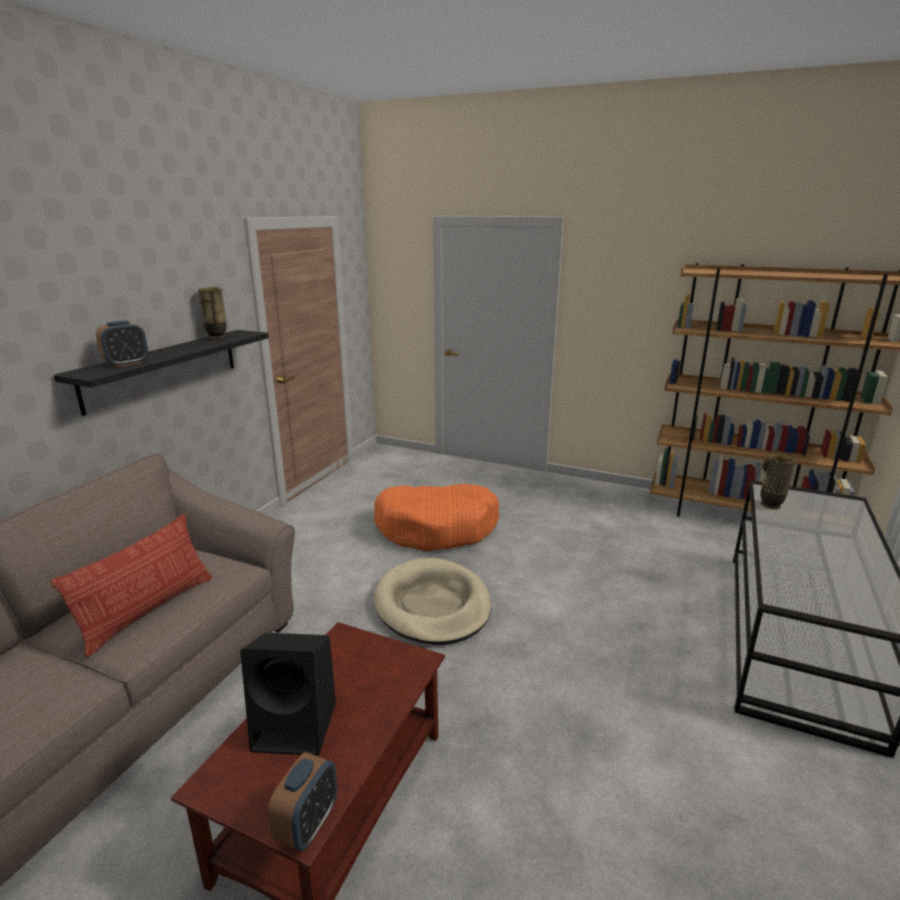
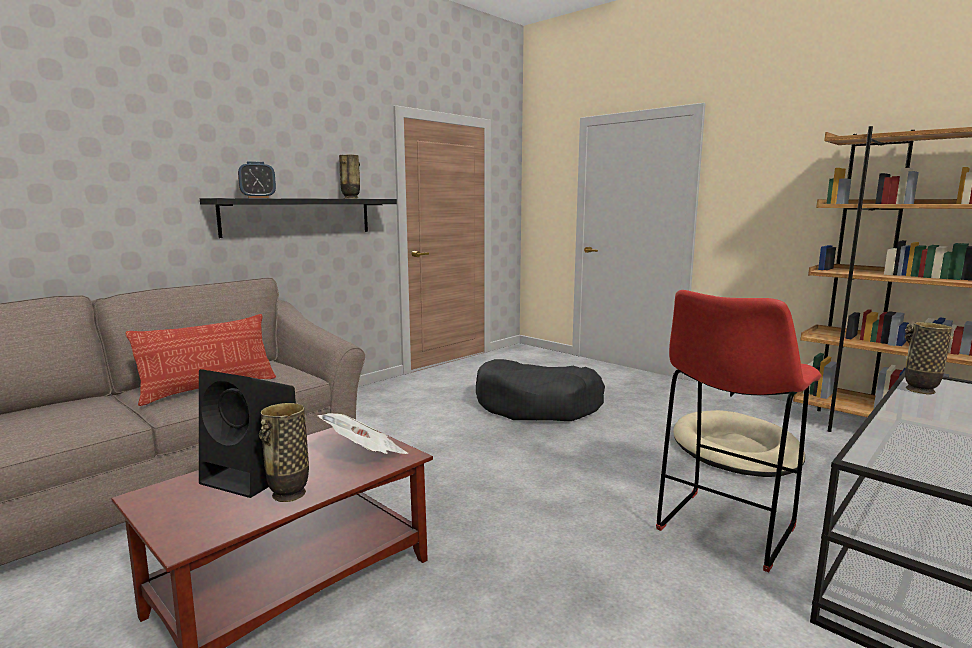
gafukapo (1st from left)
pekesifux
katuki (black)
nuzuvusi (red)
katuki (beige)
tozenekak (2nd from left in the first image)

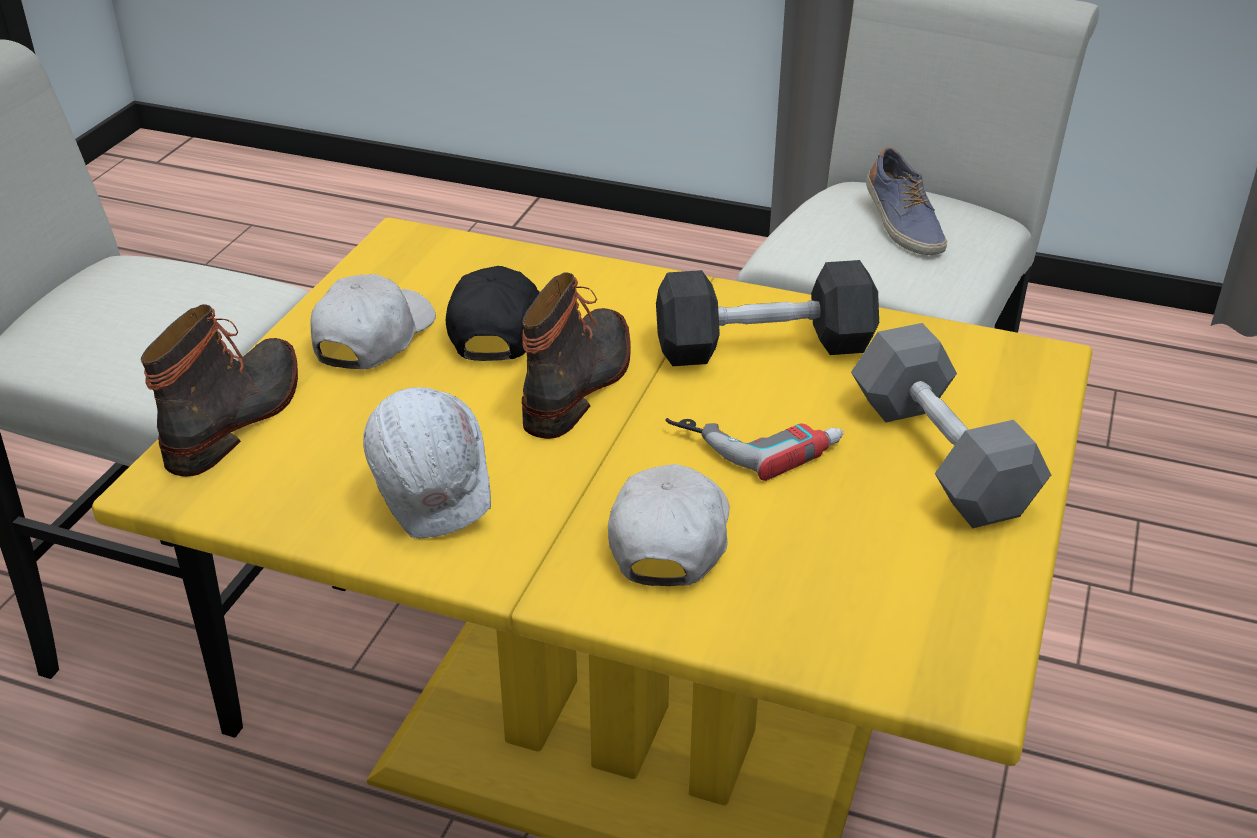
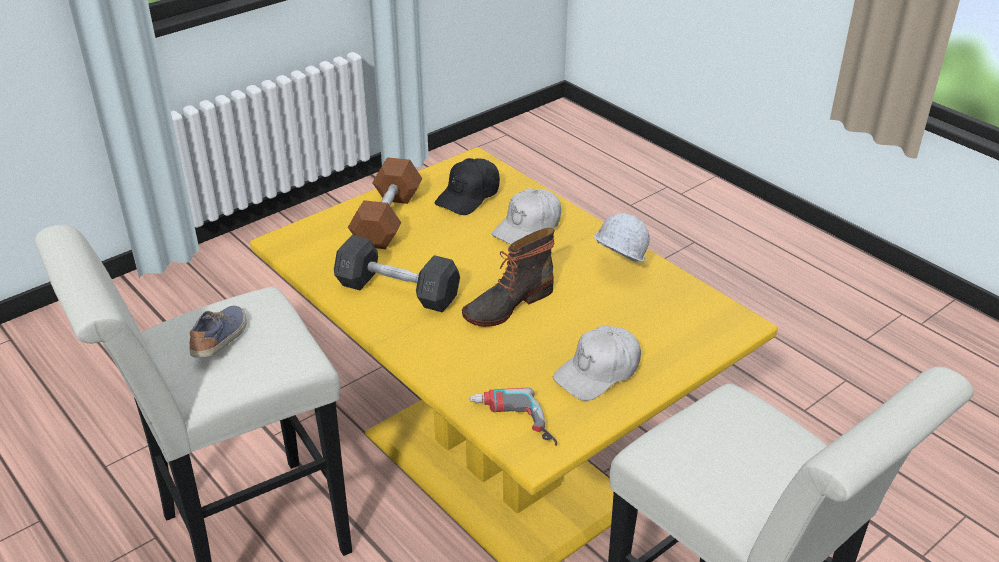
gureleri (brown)
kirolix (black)
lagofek
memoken (1st from left in the first image)

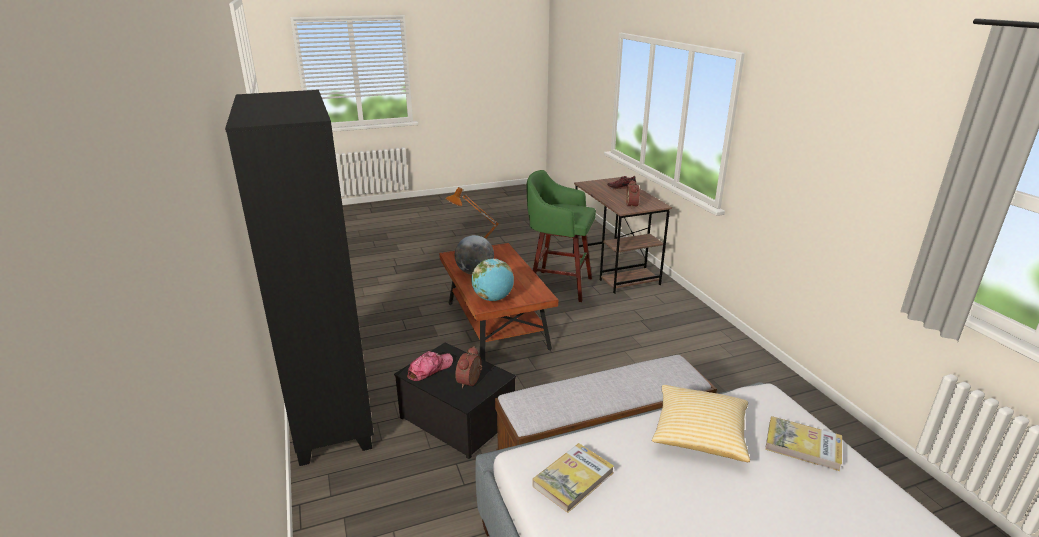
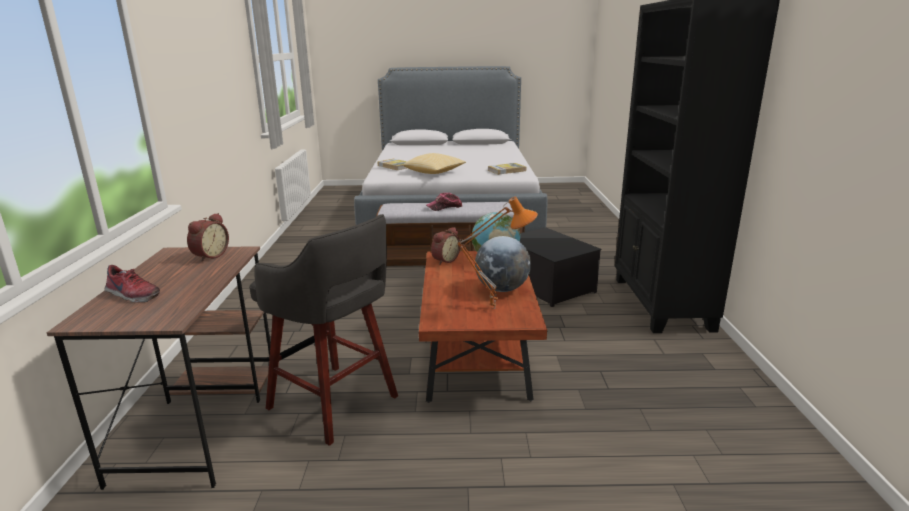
nuzuvusi (grey)
kirolix
tozenekak (2nd from left)

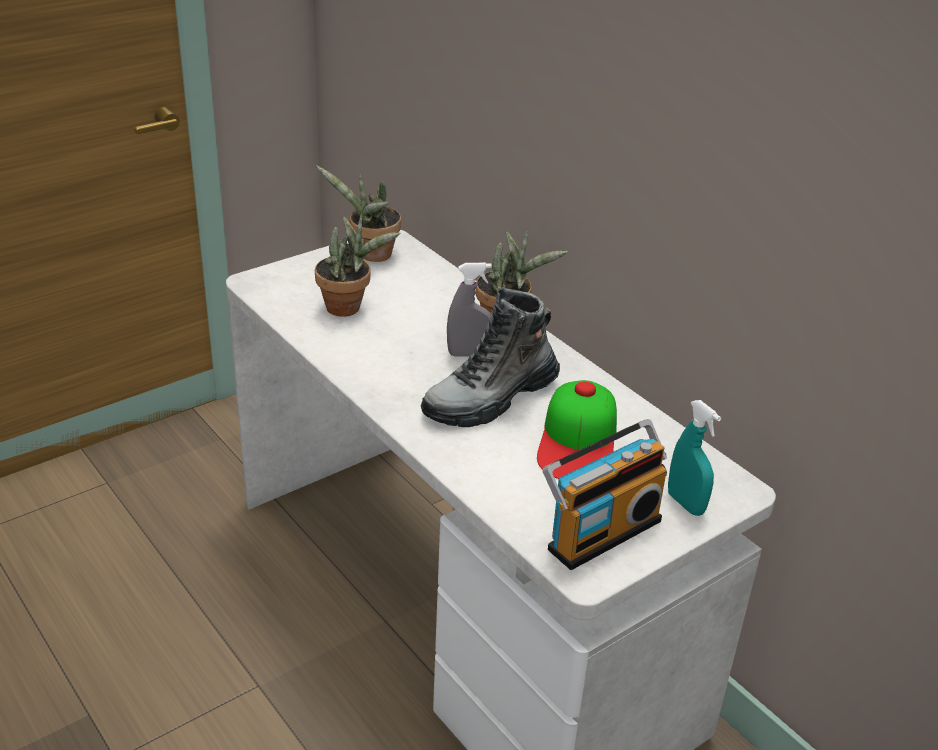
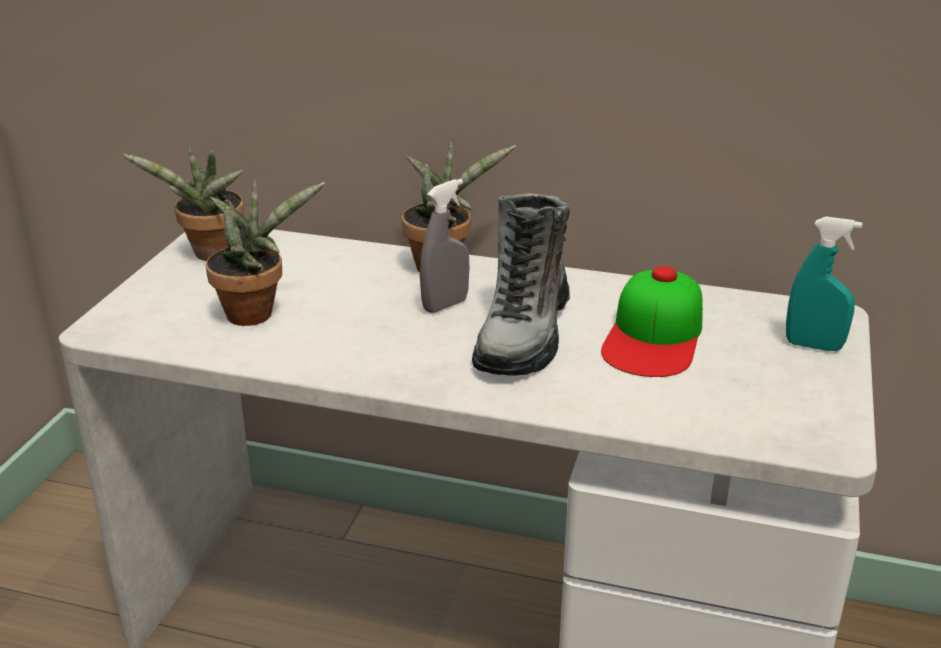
kirolix
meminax

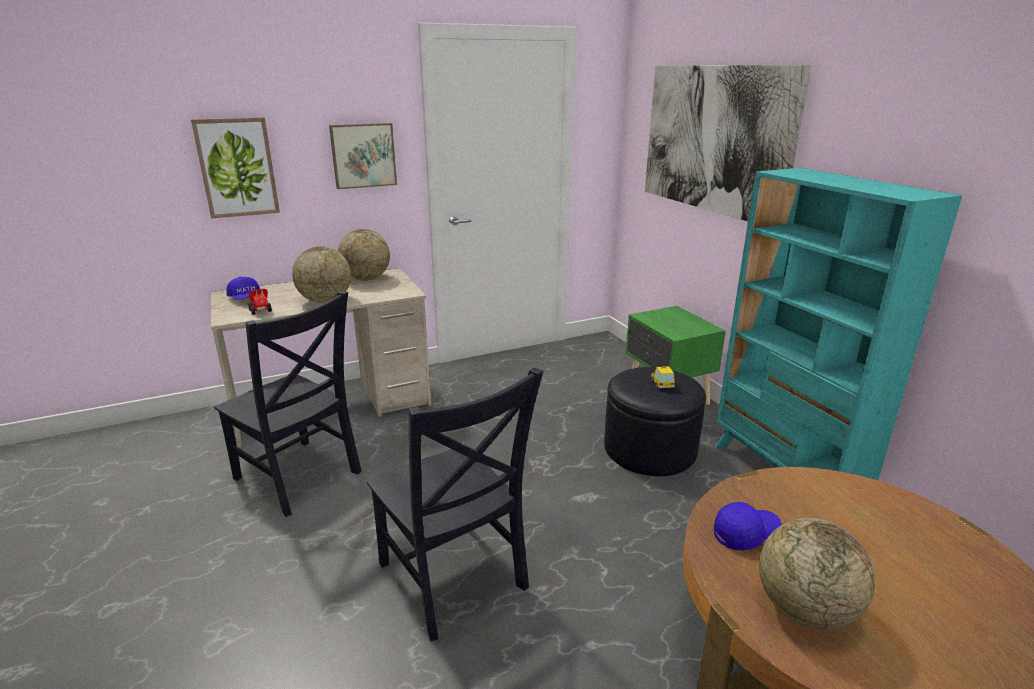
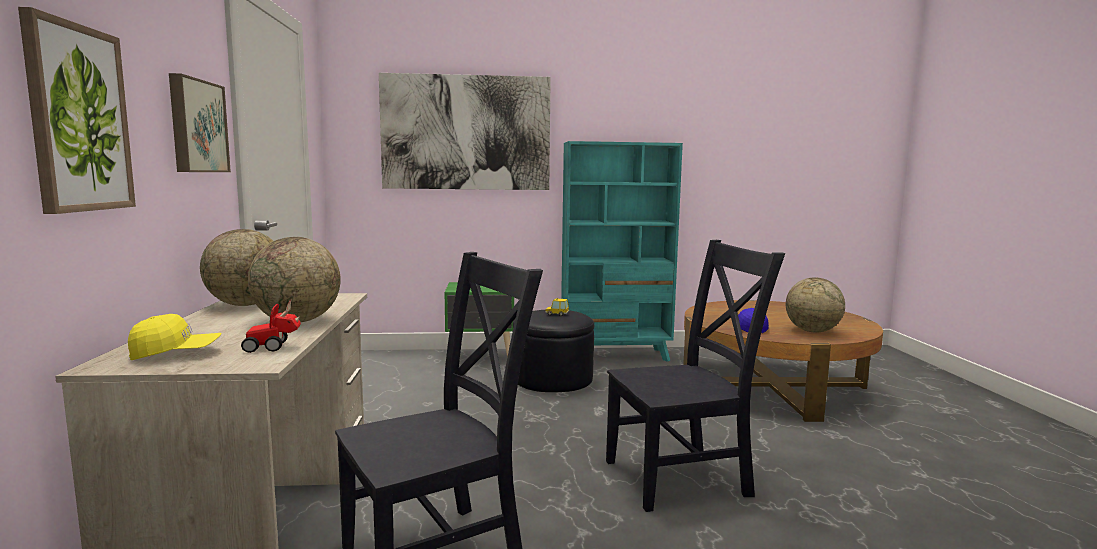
kirolix (yellow)

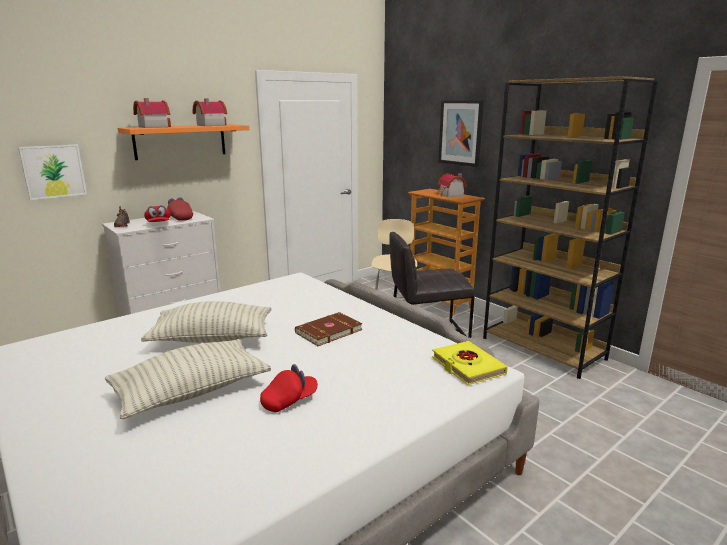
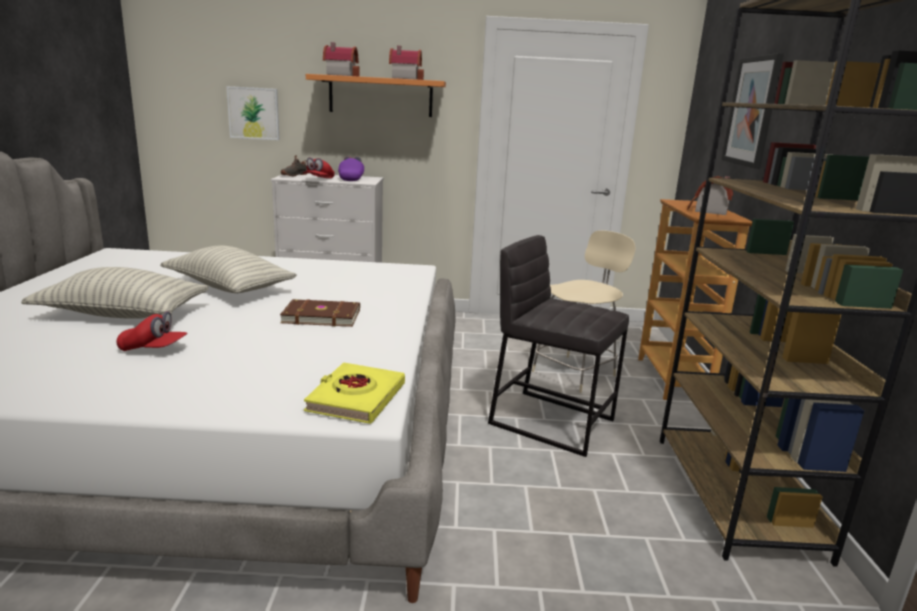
kirolix (purple)

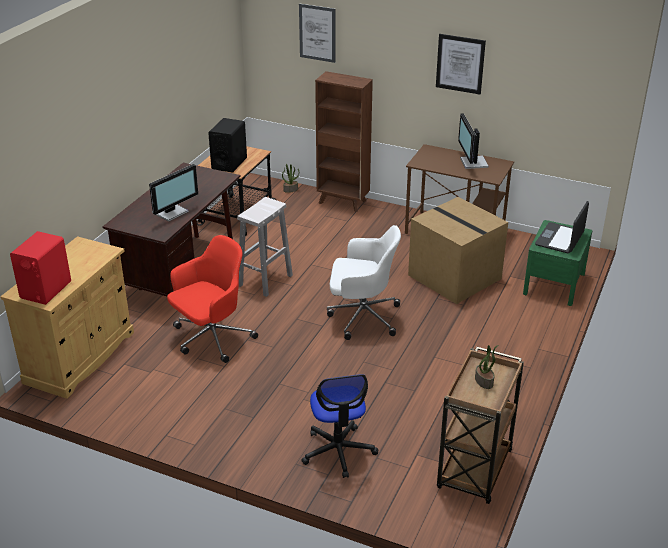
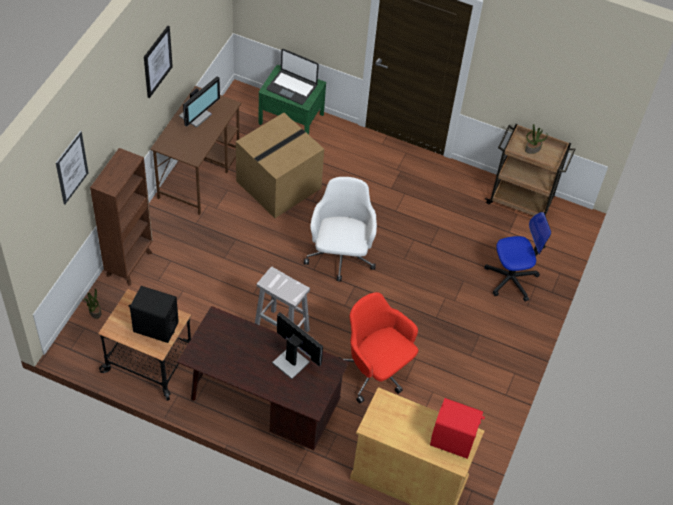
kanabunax (1st from left)

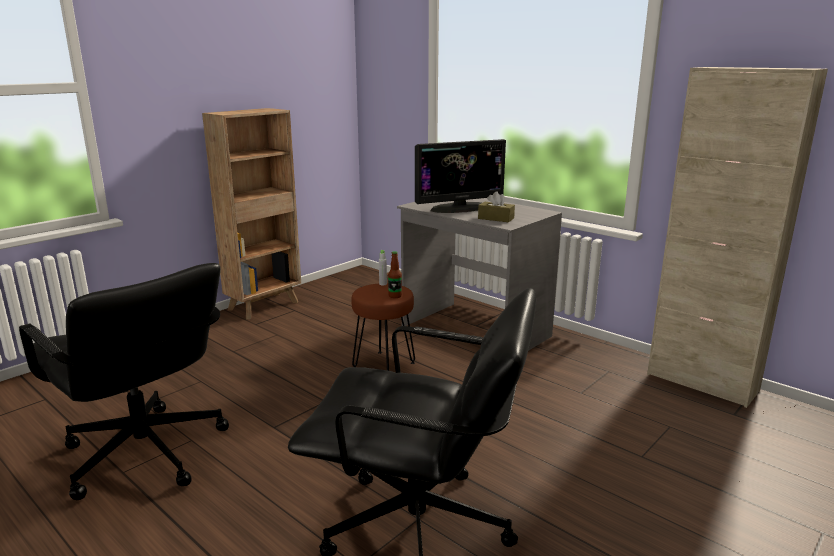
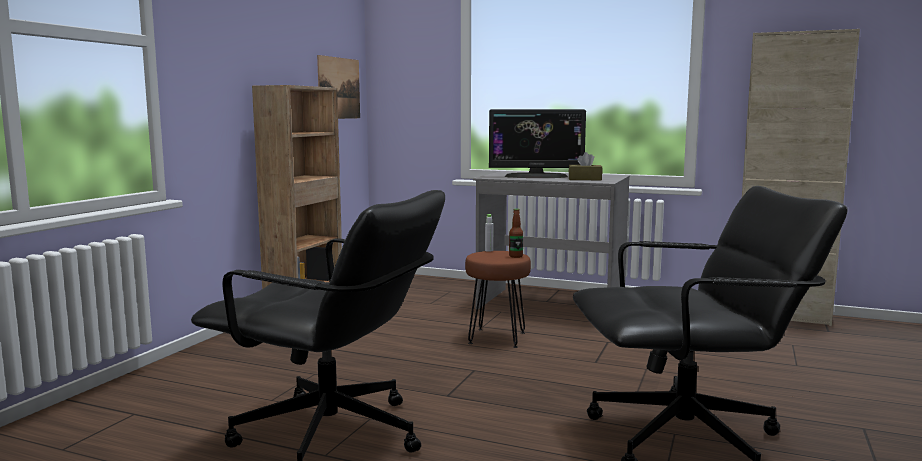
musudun
kanabunax

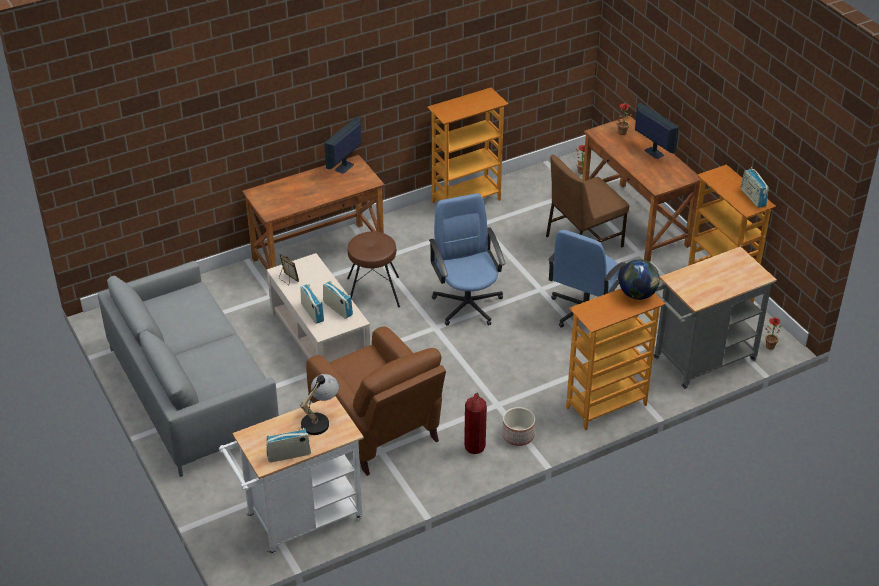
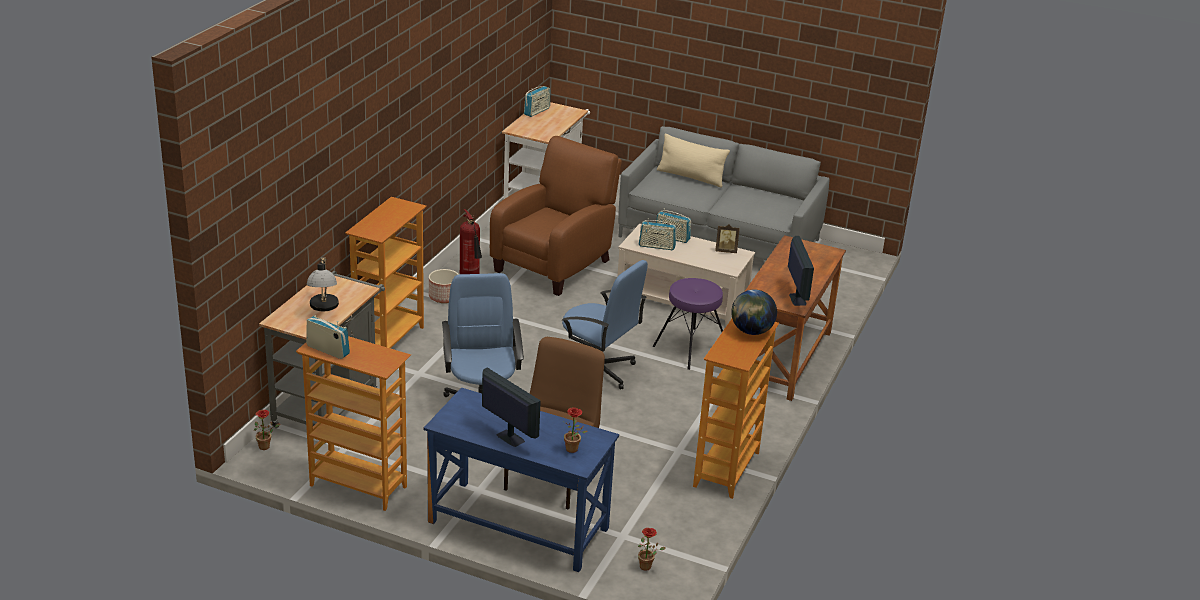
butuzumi
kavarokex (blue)
kanabunax (1st from left)
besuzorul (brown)
nuzuvusi (purple)
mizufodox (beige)
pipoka

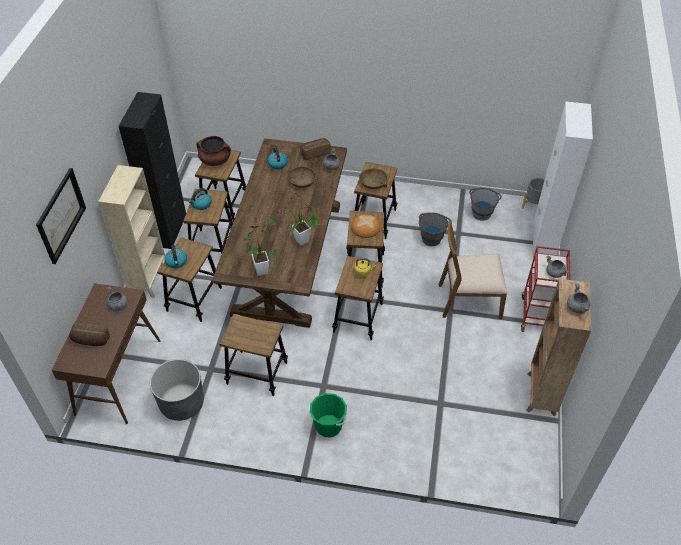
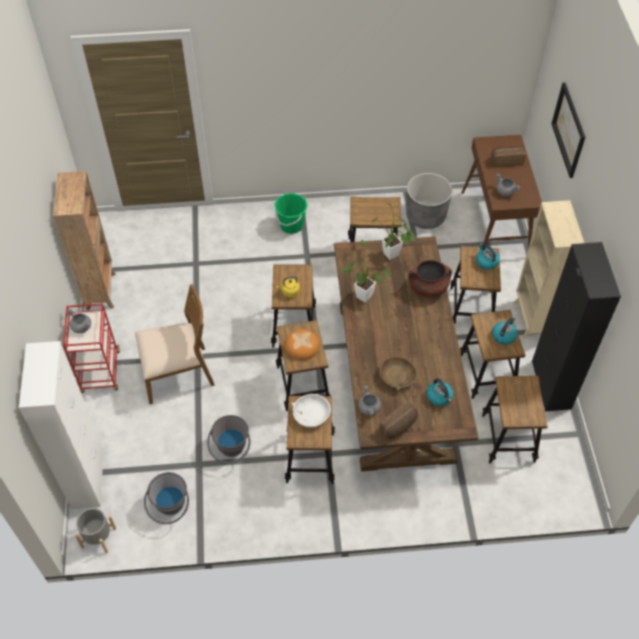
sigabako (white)
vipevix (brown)
vipevix (grey) (4th from left in the first image)

